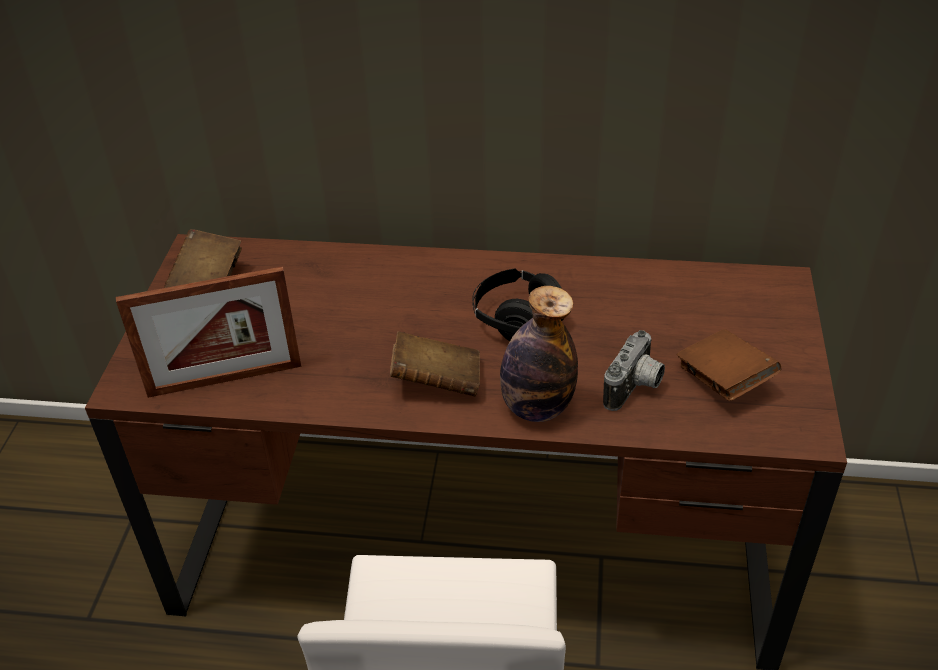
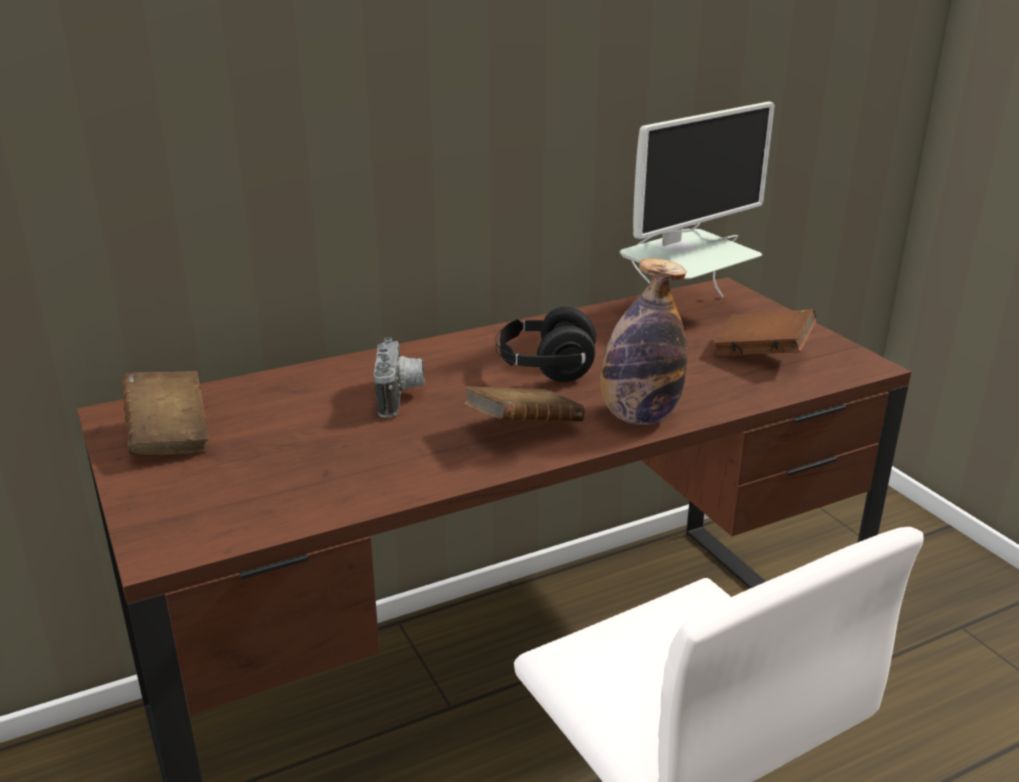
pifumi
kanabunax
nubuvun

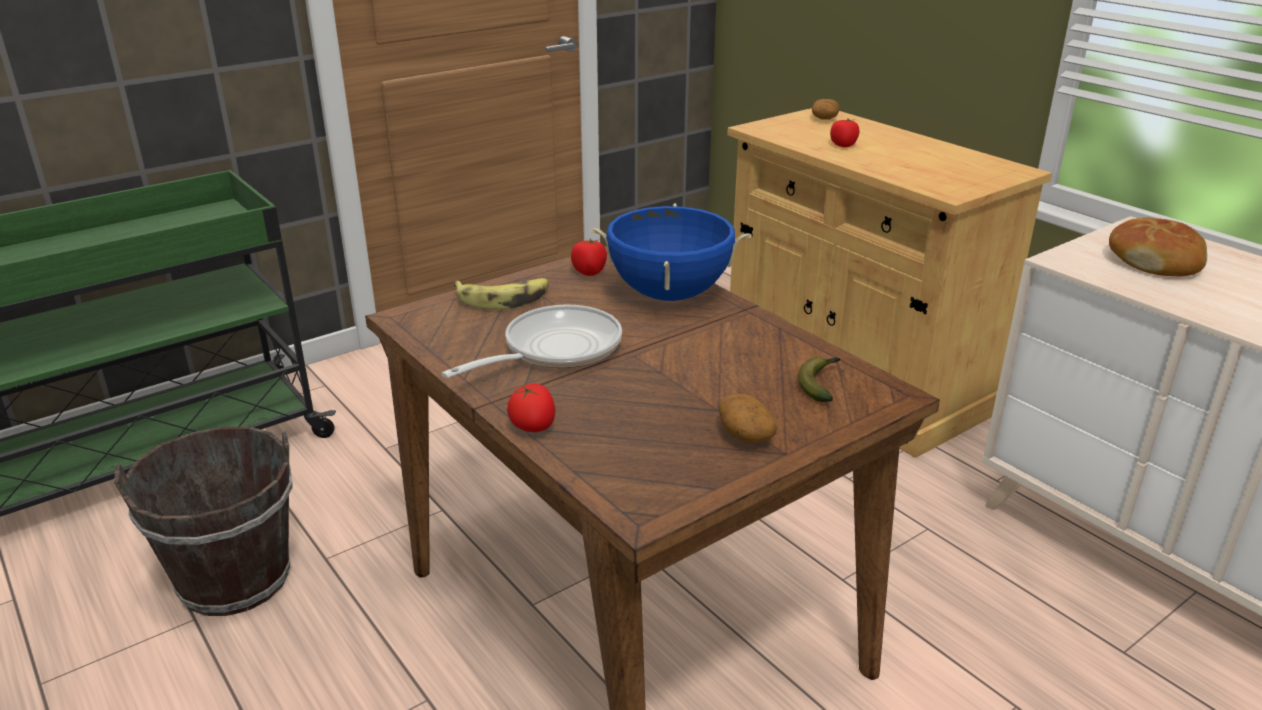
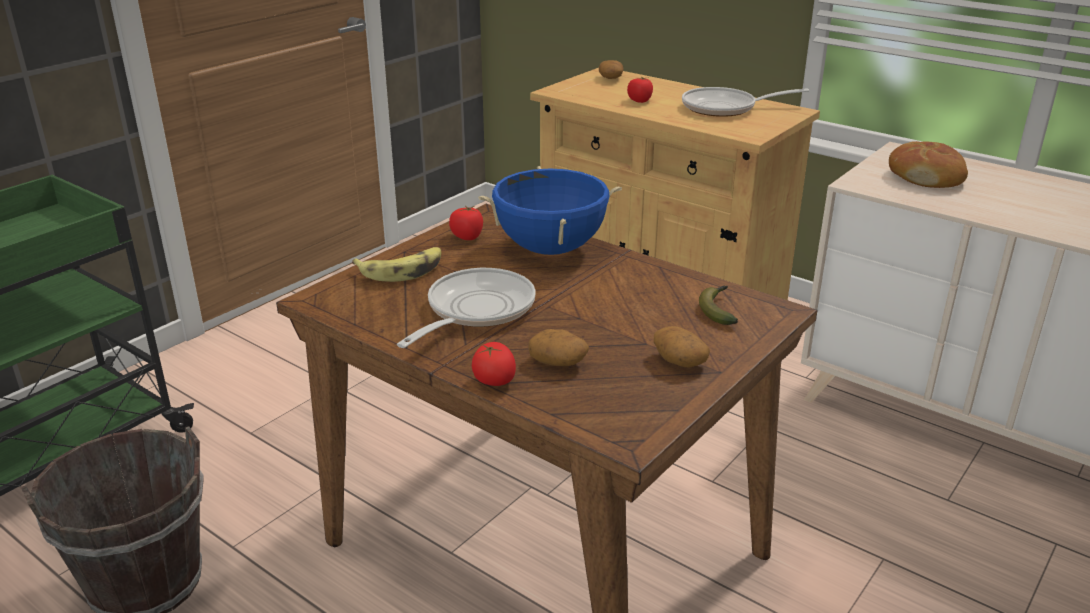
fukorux (1st from left)
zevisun (2nd from left)

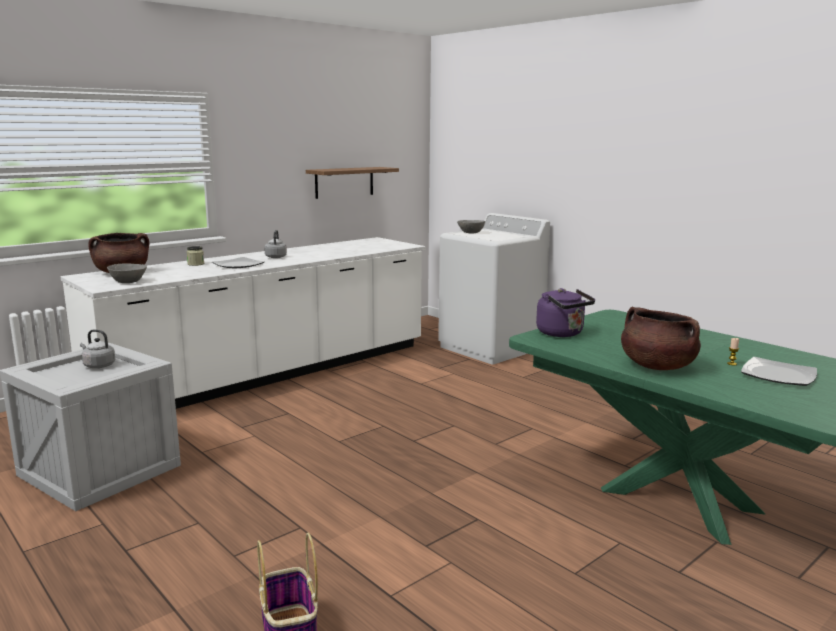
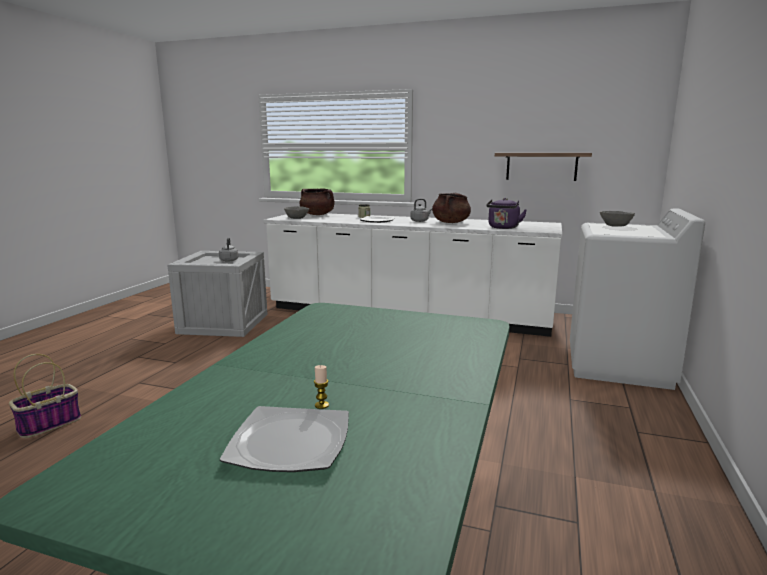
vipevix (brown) (2nd from left)
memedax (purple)

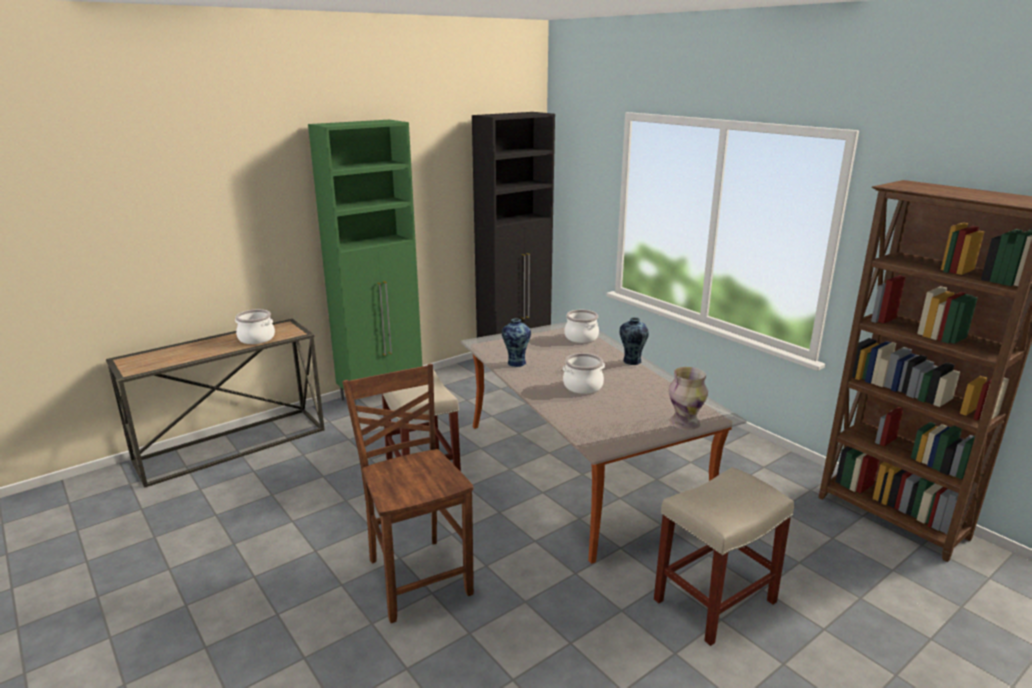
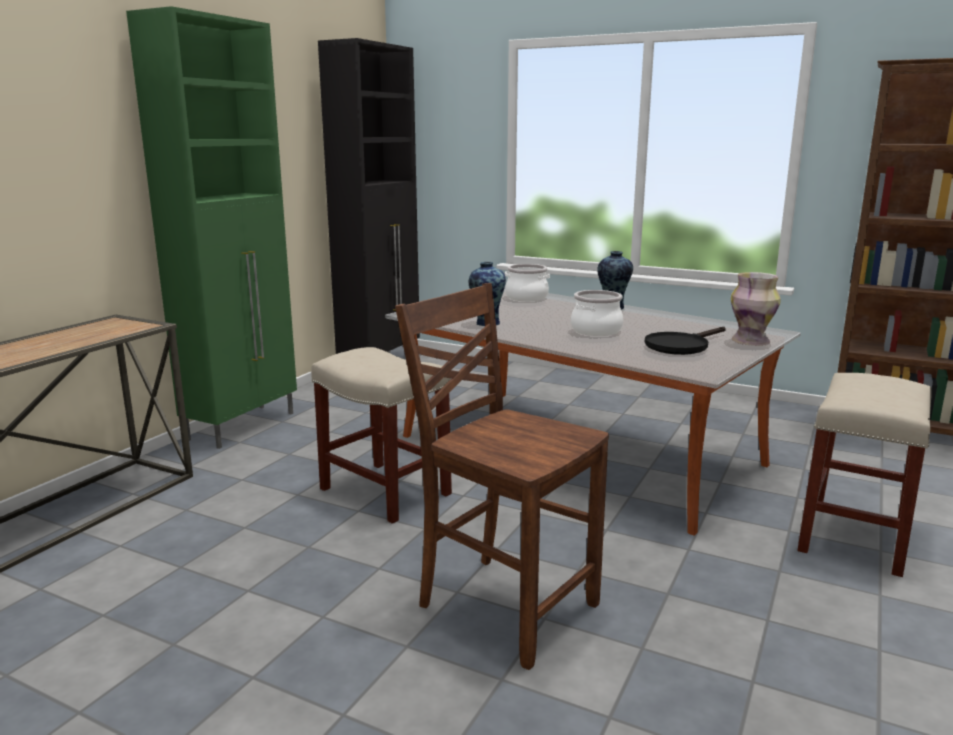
zevisun (black)
vipevix (1st from left in the first image)

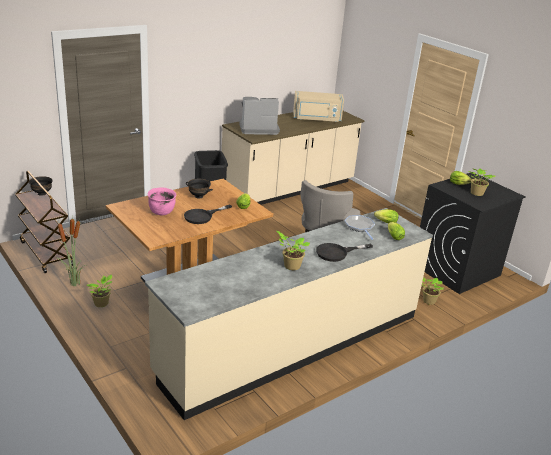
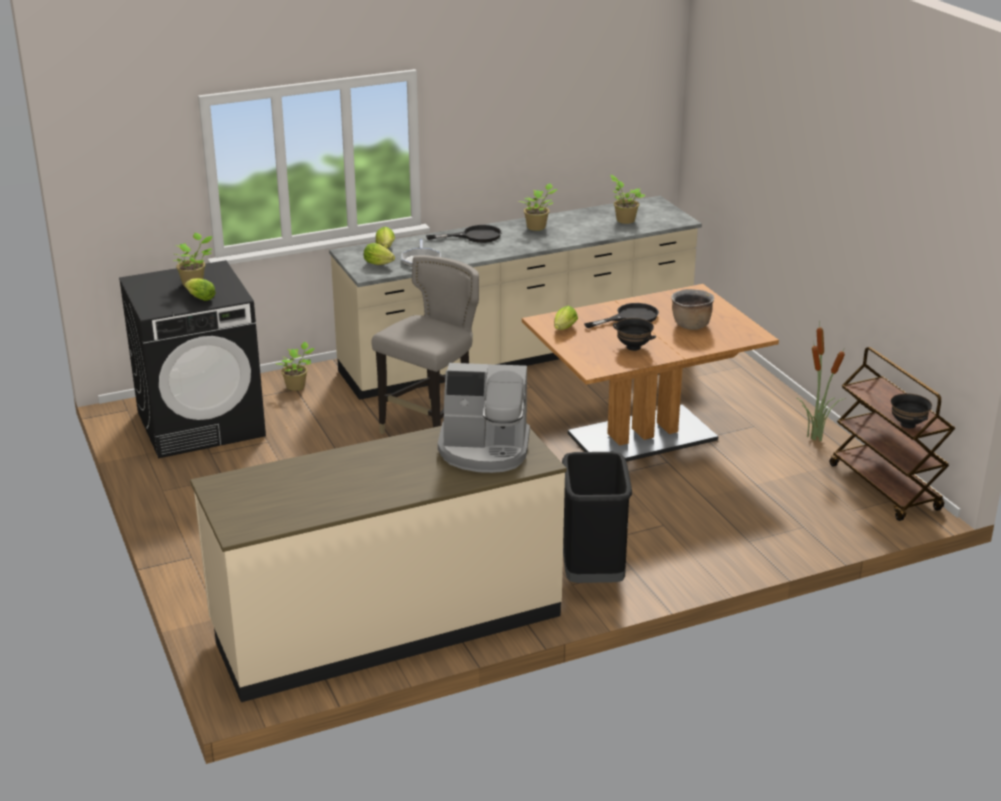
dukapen (4th from left)
vipevix (brown)
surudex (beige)

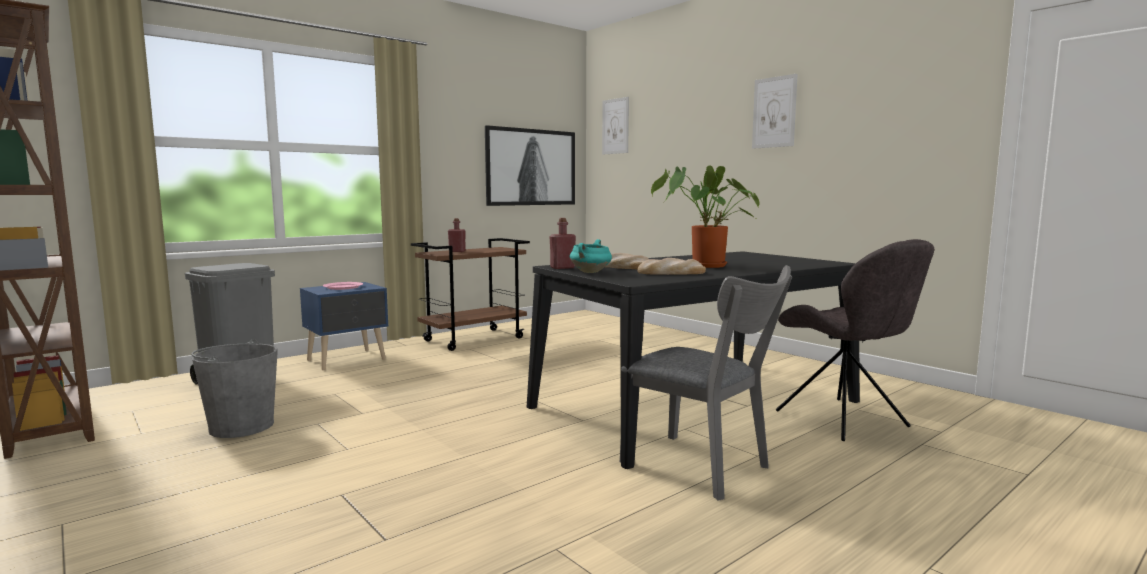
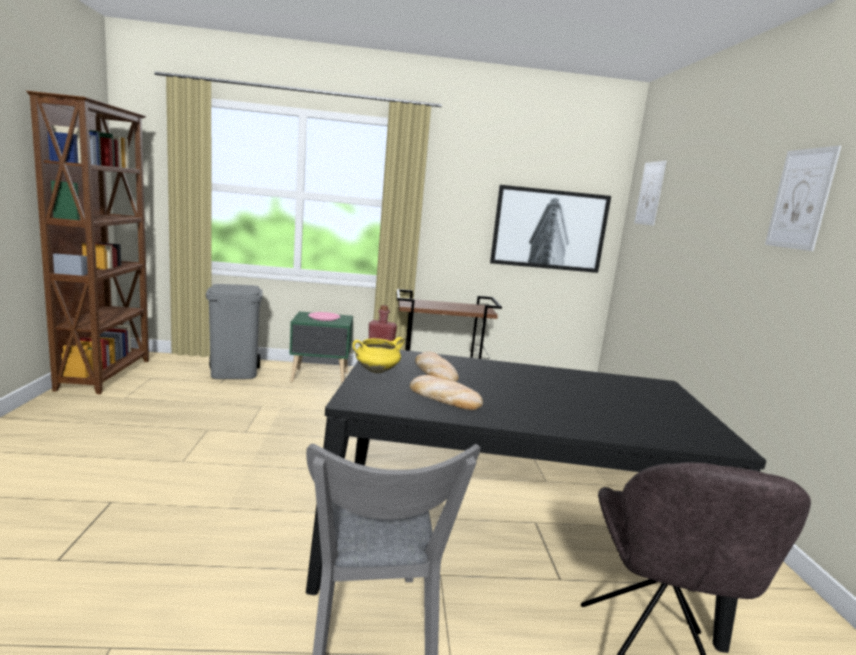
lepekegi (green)
vipevix (yellow)
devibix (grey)
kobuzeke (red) (1st from left in the first image)
dukapen

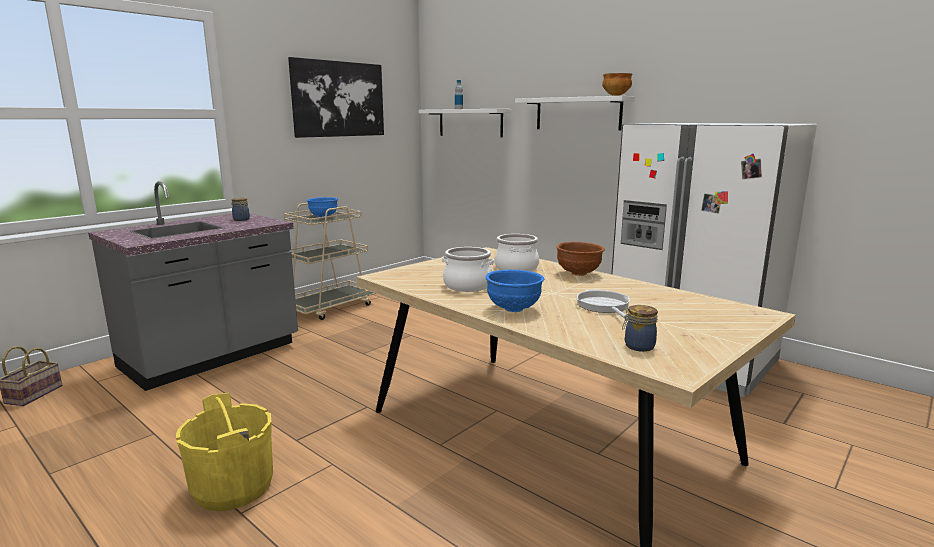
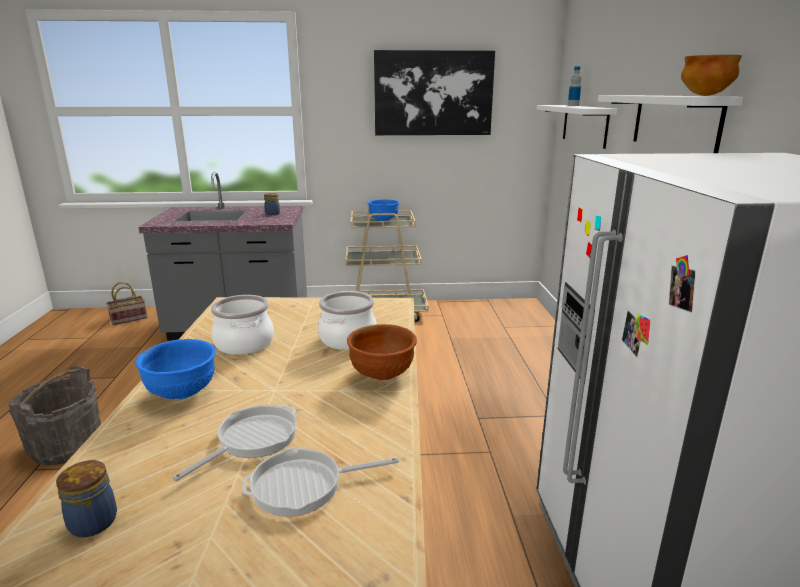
devibix (grey)
zevisun (2nd from left)

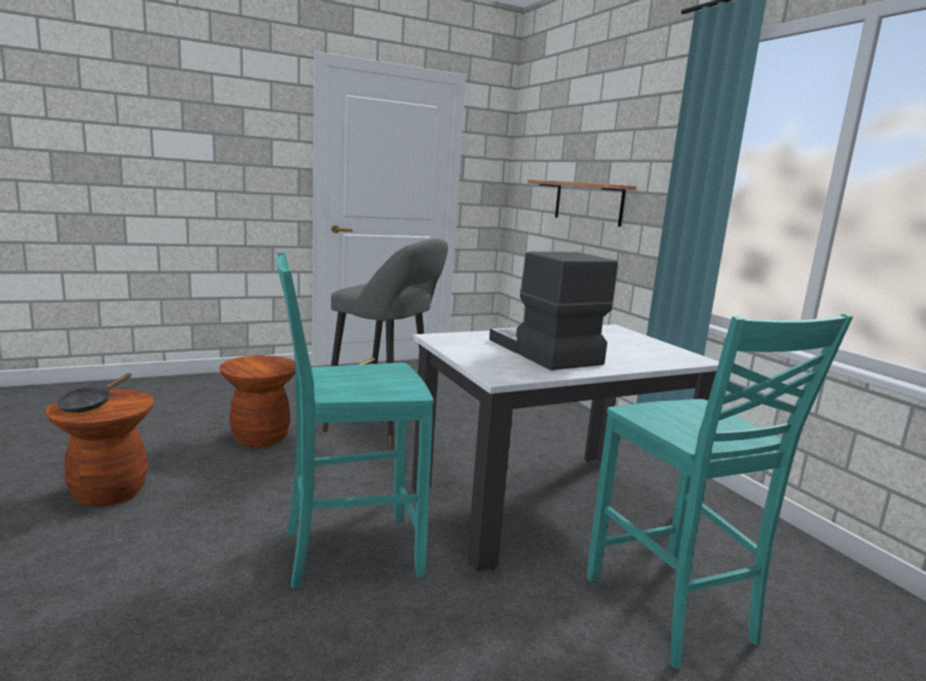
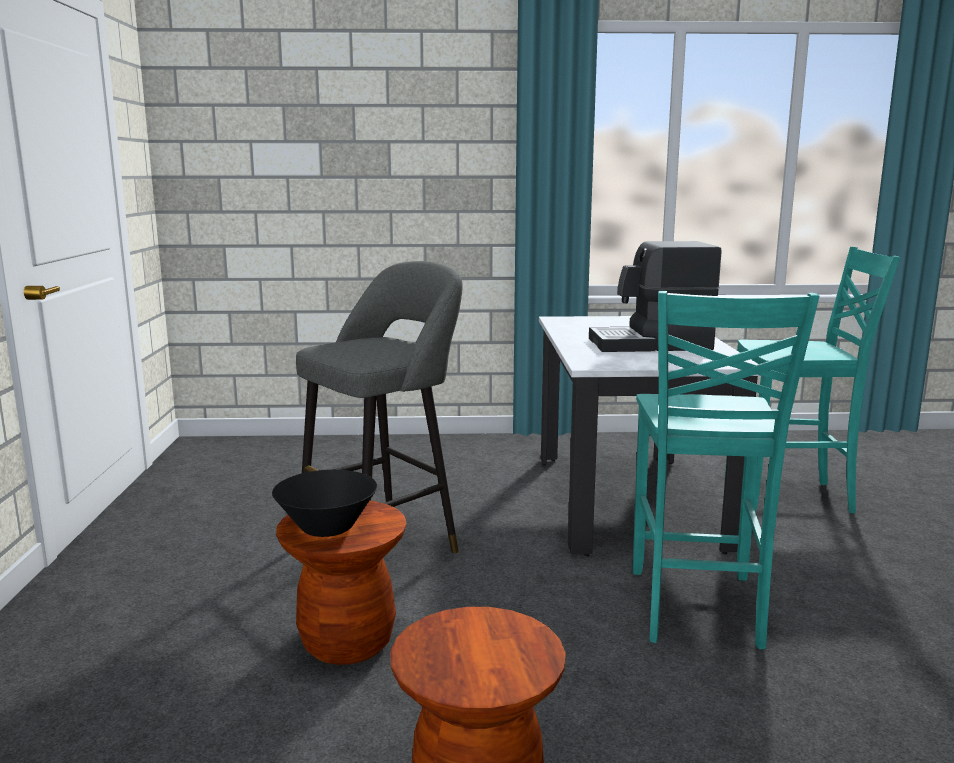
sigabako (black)
zevisun (black)
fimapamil

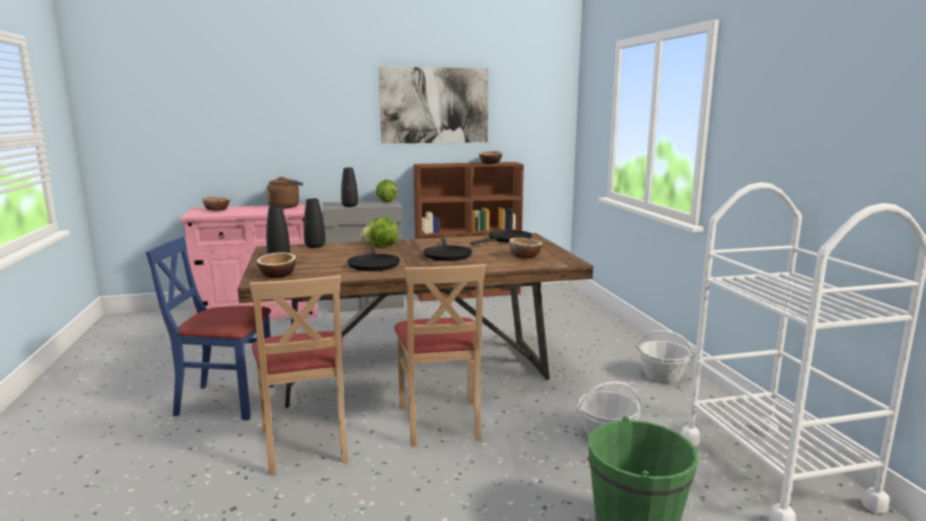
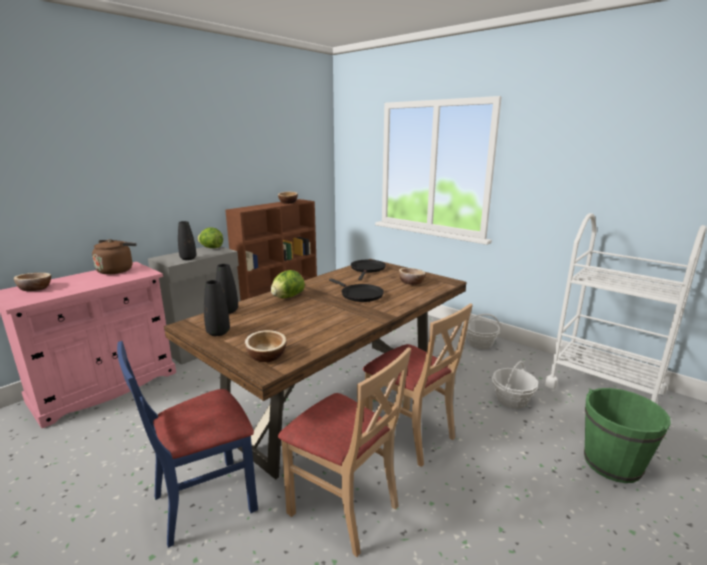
zevisun (black) (1st from left in the first image)
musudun

